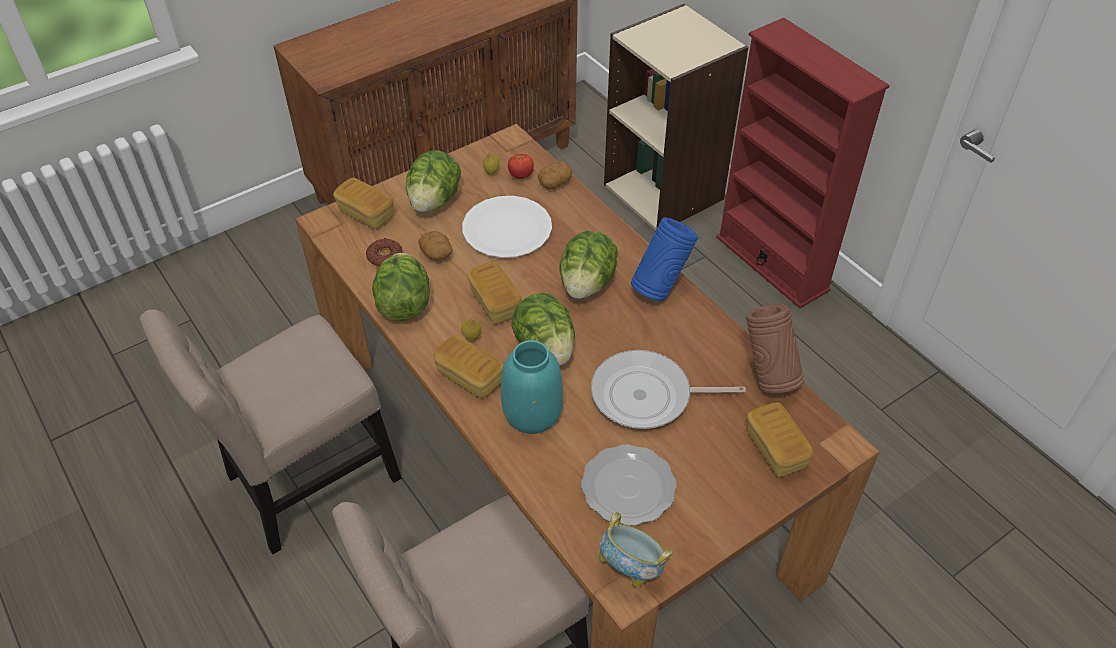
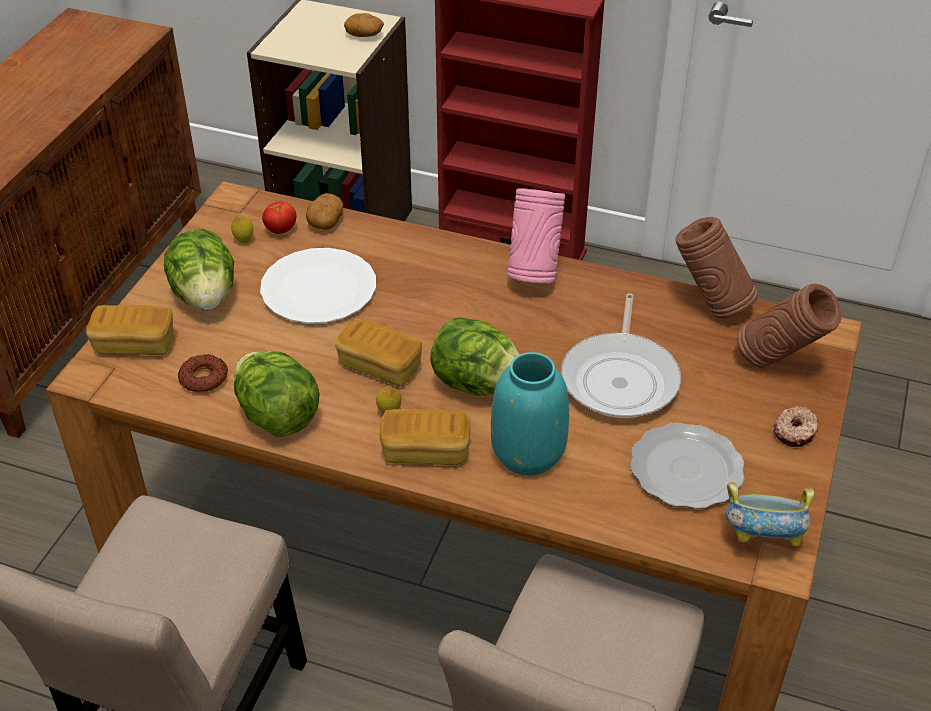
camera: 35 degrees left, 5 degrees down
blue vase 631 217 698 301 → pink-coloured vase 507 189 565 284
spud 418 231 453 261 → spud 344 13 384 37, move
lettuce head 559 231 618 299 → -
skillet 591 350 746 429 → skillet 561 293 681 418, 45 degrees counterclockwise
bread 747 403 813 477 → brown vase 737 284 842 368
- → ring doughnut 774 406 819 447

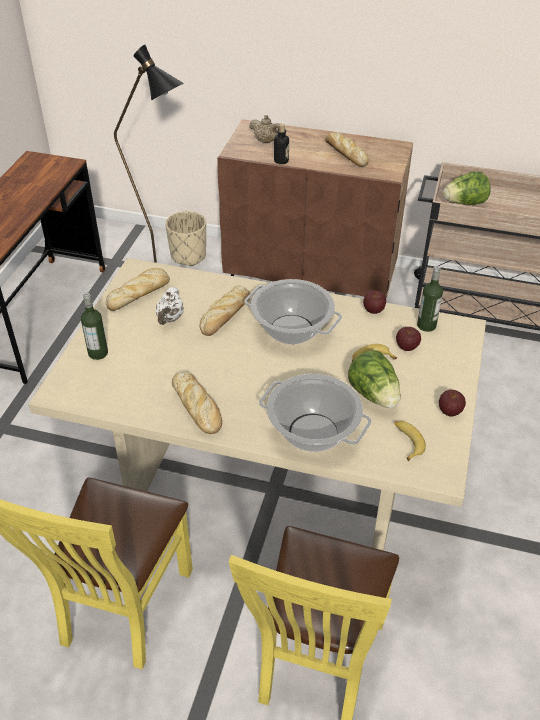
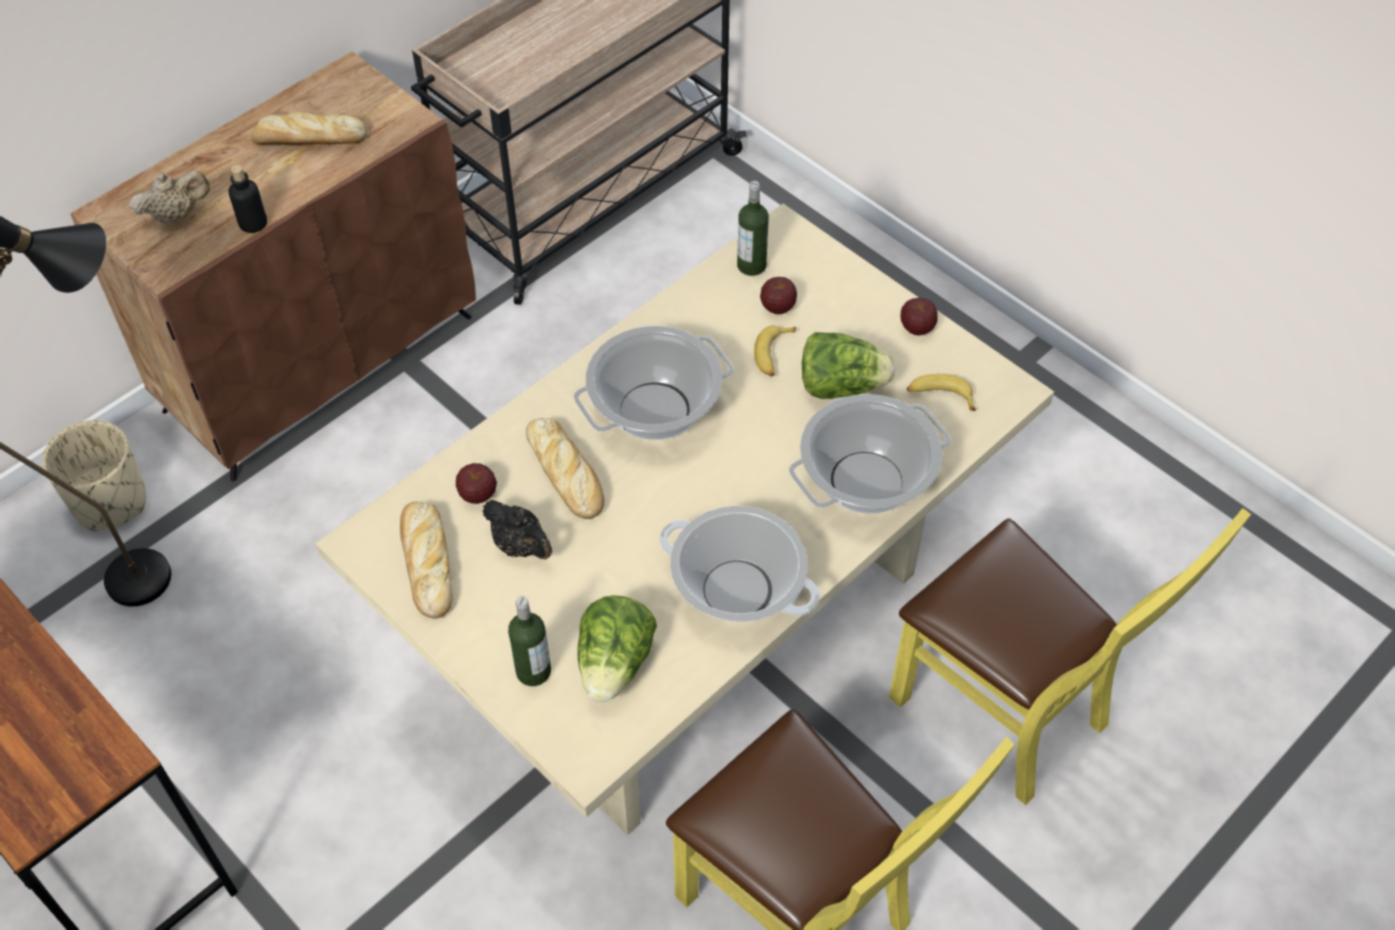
camera: 60 degrees left, 10 degrees up
lettuce head 443 171 491 205 → lettuce head 577 595 657 702, move
white pot for tea 155 287 183 325 → black pot for tea 483 500 552 559
whole apple 363 290 386 314 → whole apple 456 463 497 504, move
bread 172 372 222 434 → saucepot 659 506 820 622

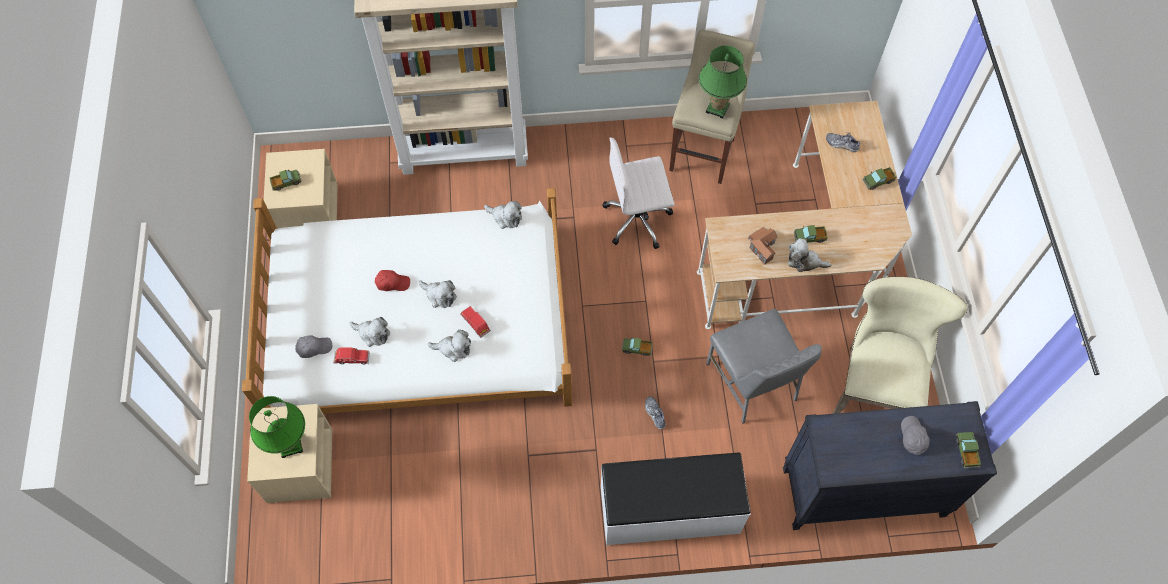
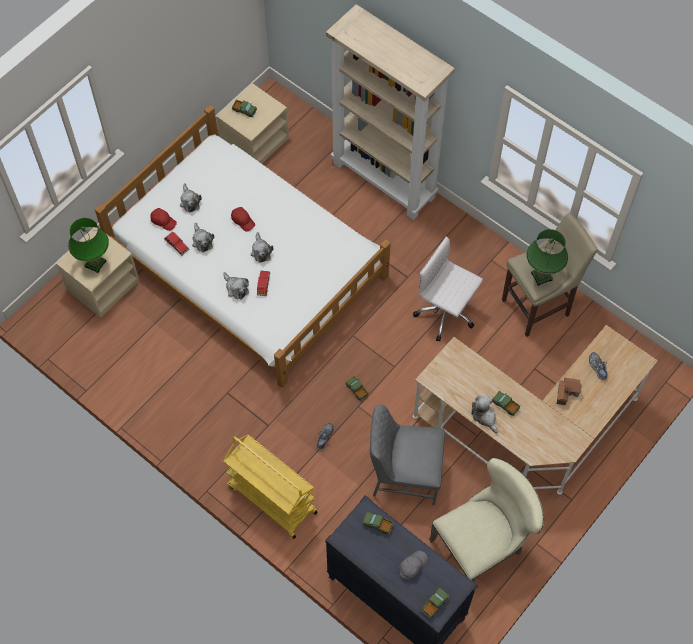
camera: 45 degrees right, 0 degrees up
toy truck 863 167 896 190 → toy truck 362 512 394 535, move
plush toy 484 201 522 229 → plush toy 180 183 202 213, move
model house 748 227 778 265 → model house 557 378 582 405, move
greyish plain chair 706 309 821 423 → greyish plain chair 370 404 445 505, 75 degrees clockwise
greyish baseball cap 295 335 332 358 → red-coloured baseball cap 150 208 177 231
white indoor bench 601 453 751 545 → yellow cart 223 435 318 539

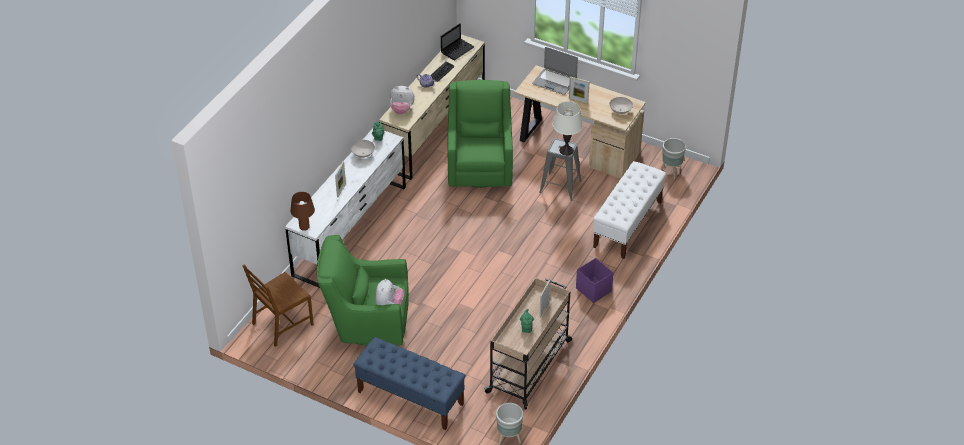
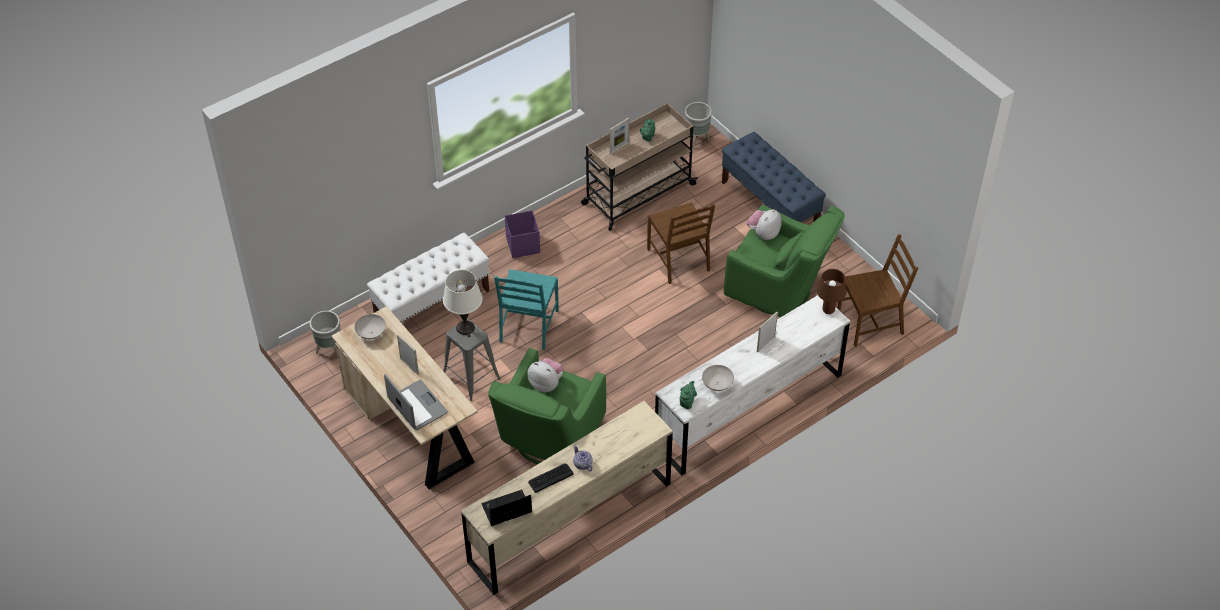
camera: 155 degrees left, 5 degrees up
plush toy 390 86 415 114 → plush toy 527 358 564 392, move
- → brown plain chair 647 202 715 284
- → turquoise-coloured plain chair 494 269 559 350

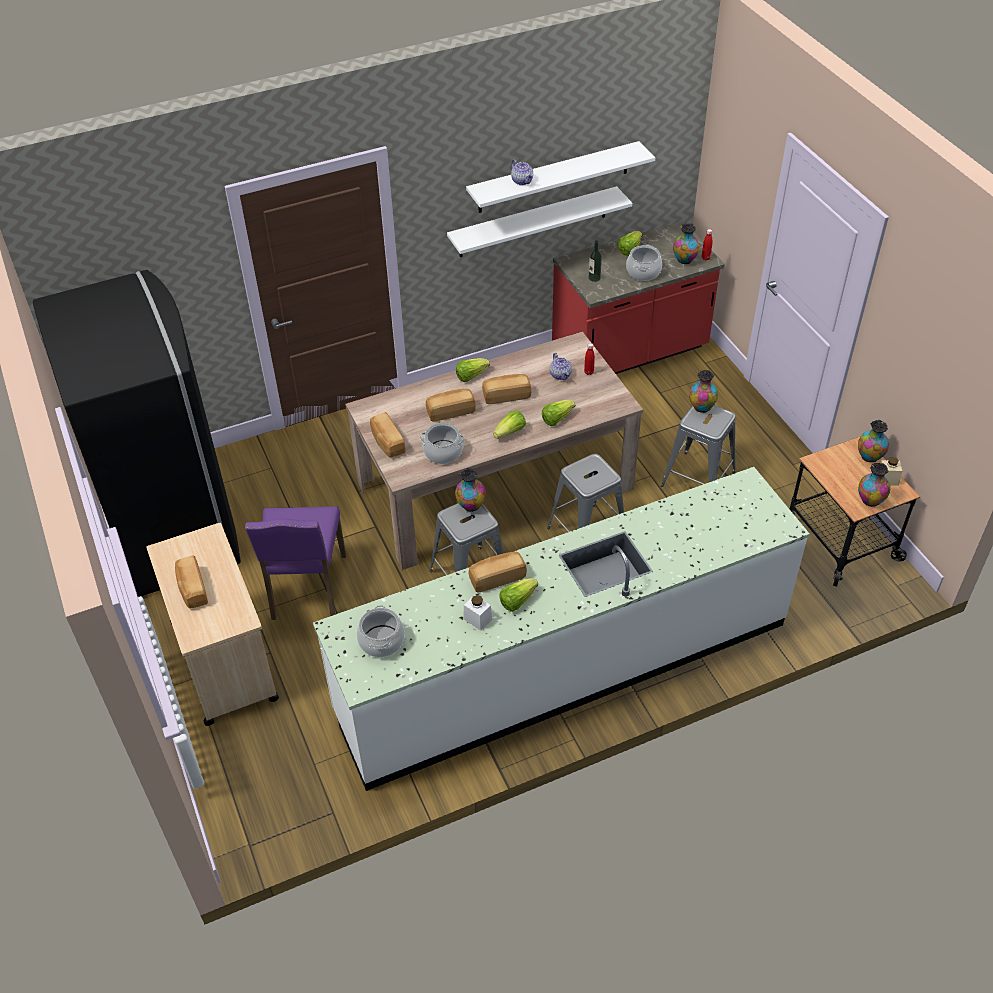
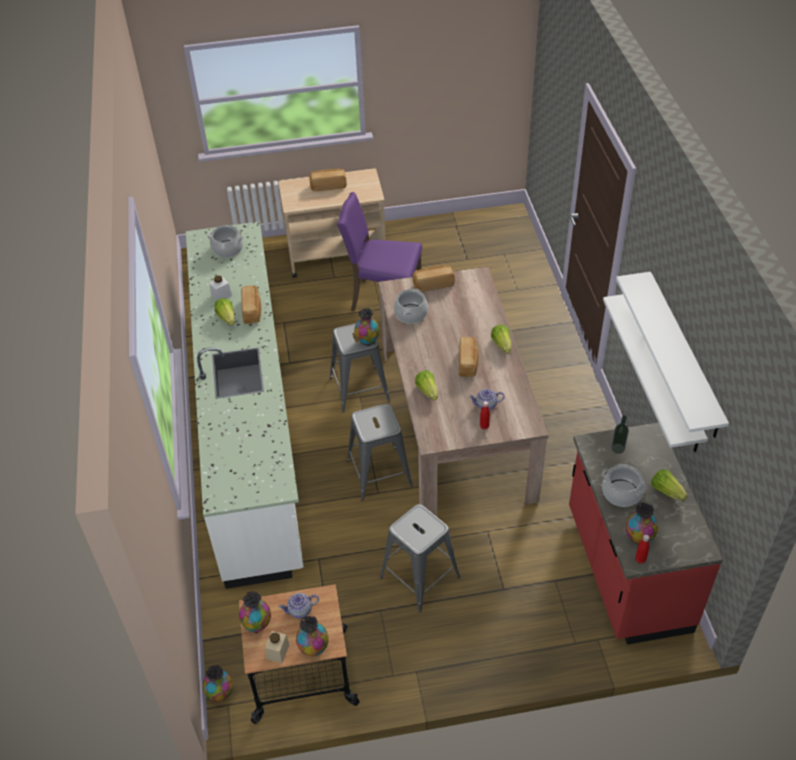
camera: 105 degrees right, 0 degrees up
pot for tea 511 159 533 185 → pot for tea 279 593 319 618, move
black kitchen fridge 33 270 241 597 → -
vase 689 370 718 413 → vase 203 665 233 702, move
bread 426 389 476 422 → -
lettuce head 493 411 526 439 → -

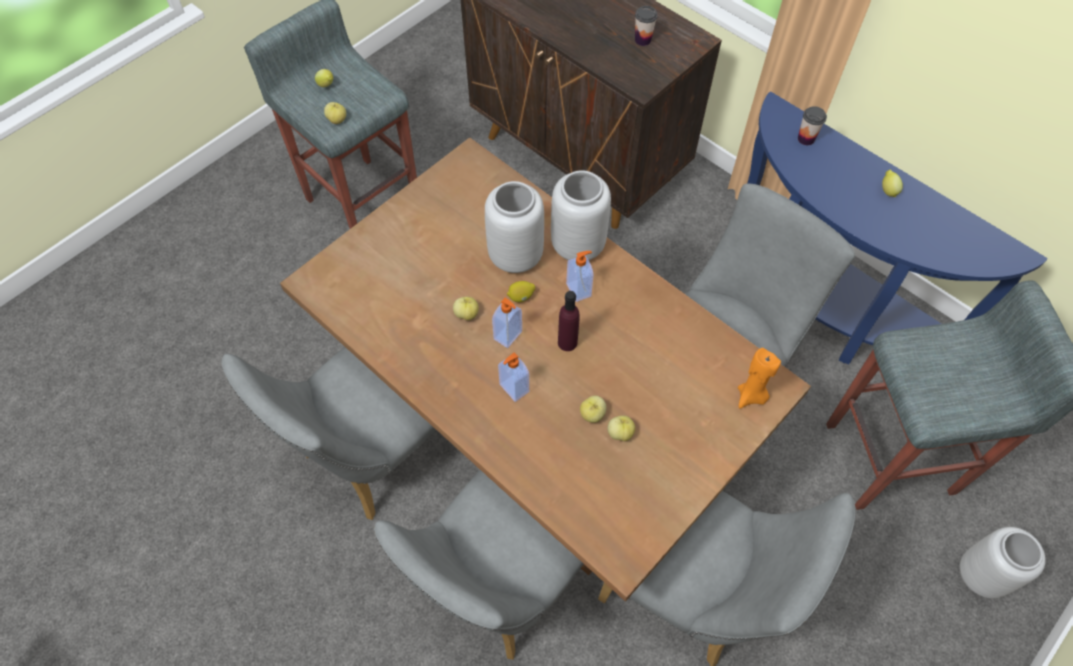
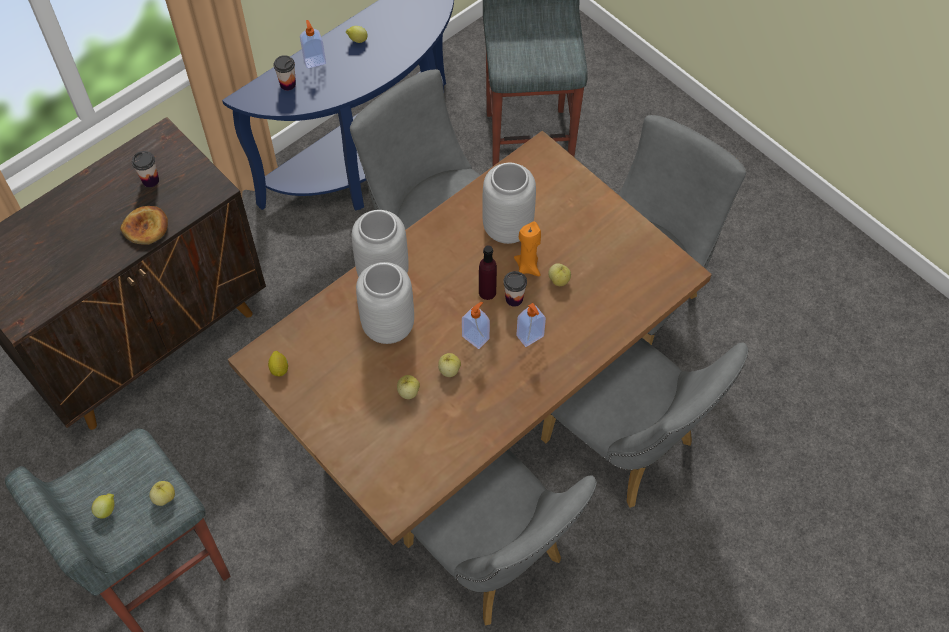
camera: 85 degrees left, 0 degrees up
soap bottle 566 251 594 302 → soap bottle 300 20 326 68, move
citrus fruit 507 281 535 302 → citrus fruit 268 351 288 377, move
orange wax candle 738 348 781 409 → orange wax candle 514 221 541 276, move
whole apple 607 416 635 441 → whole apple 397 375 420 399, move
greyish vase 960 527 1046 598 → greyish vase 482 162 536 244, move
- → bread 120 206 168 245
- → drinking cup 503 271 527 307

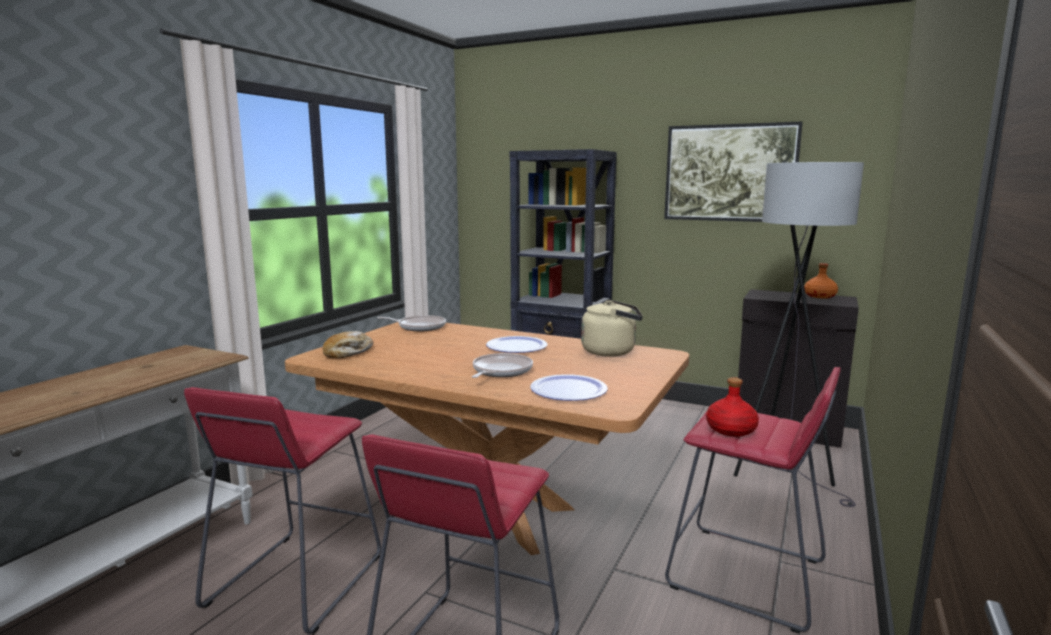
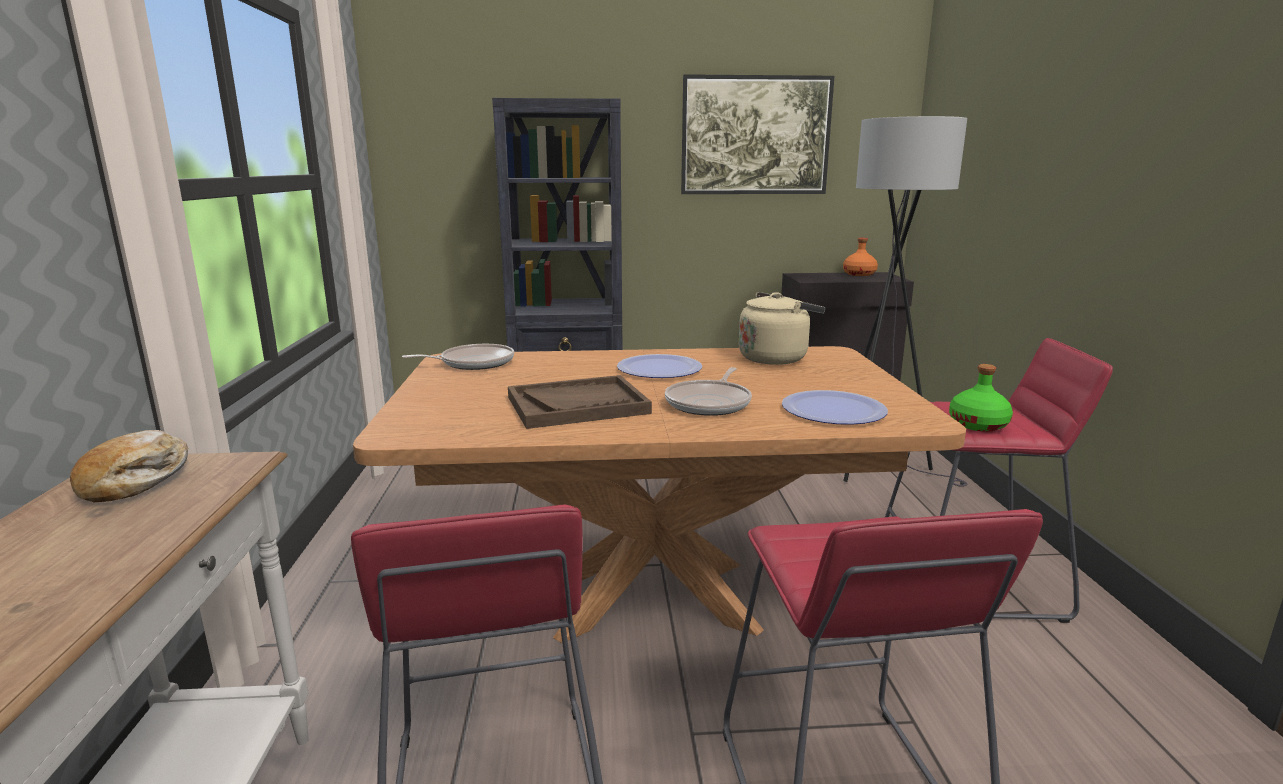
camera: 30 degrees left, 5 degrees up
bread 323 331 373 358 → bread 70 430 188 502, move
skillet 472 353 533 378 → skillet 665 367 752 416, 150 degrees counterclockwise
red-coloured beverage bottle 706 377 759 437 → green beverage bottle 949 364 1013 432
- → brown serving tray 508 375 652 429

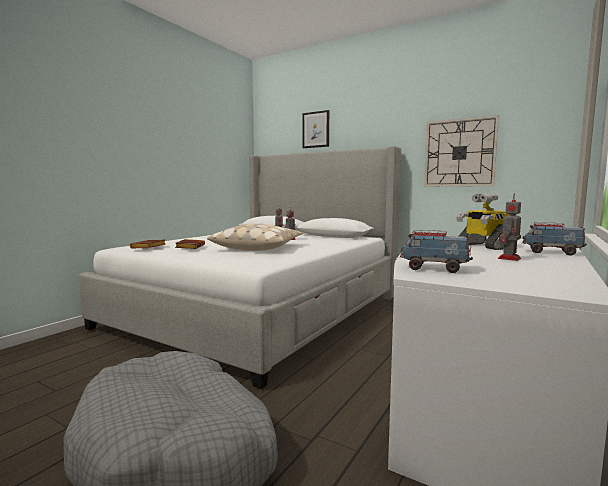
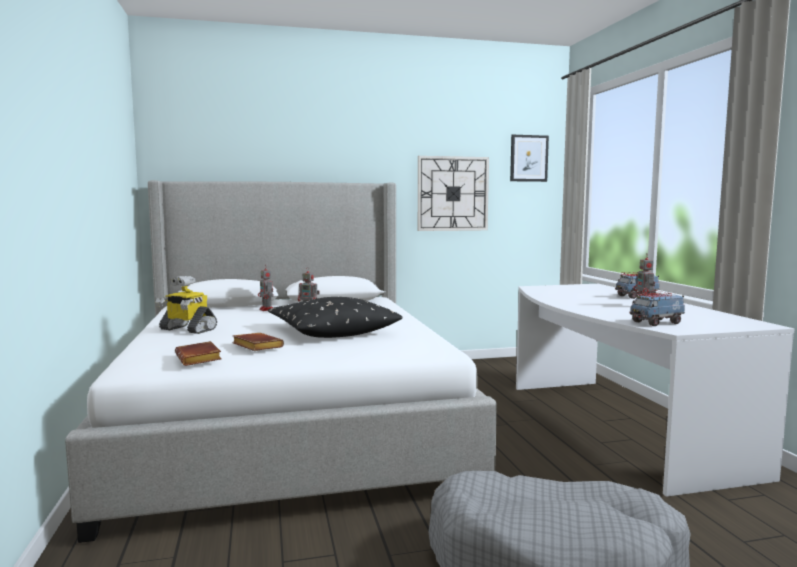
camera: 45 degrees left, 0 degrees up
wall picture 302 110 329 148 → wall picture 510 135 549 182, move
robot figure 456 193 509 250 → robot figure 155 276 217 334, move
beige-coloured throw pillow 207 223 303 251 → black throw pillow 268 297 403 338

